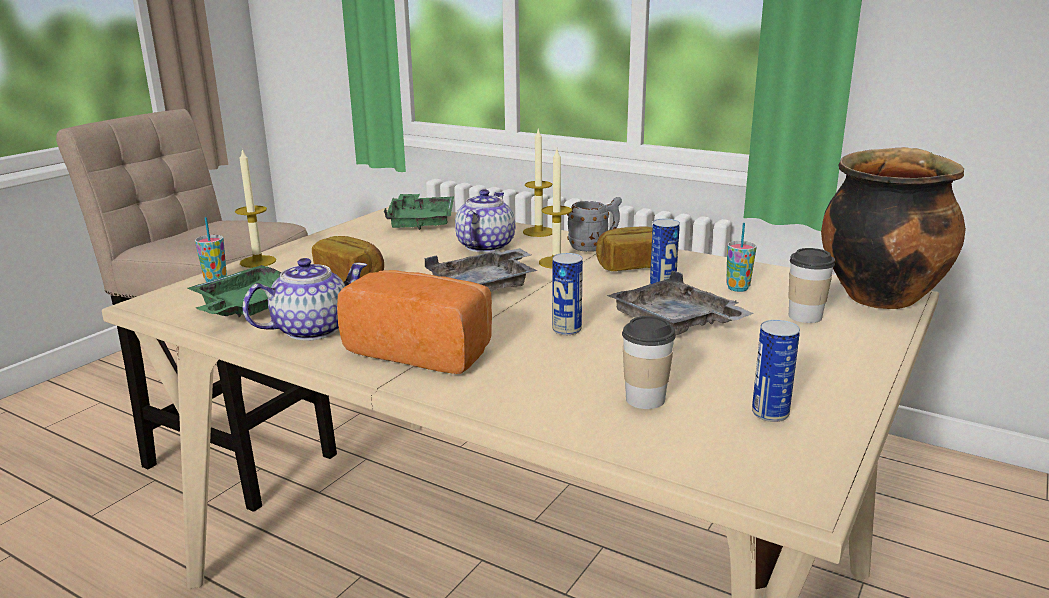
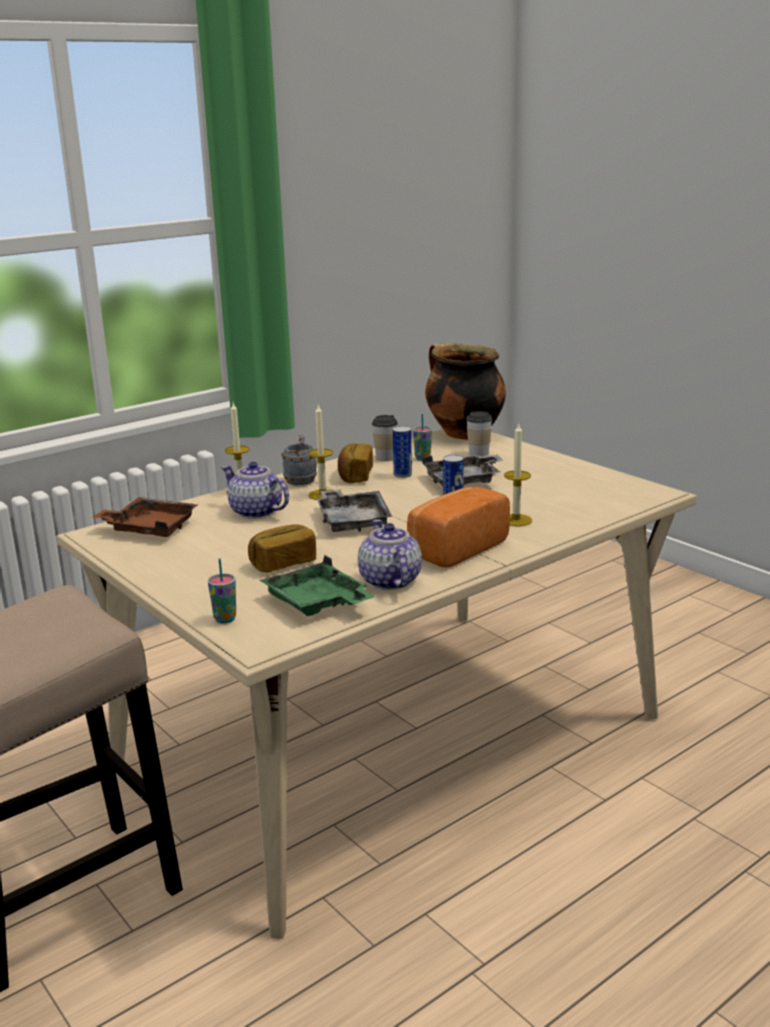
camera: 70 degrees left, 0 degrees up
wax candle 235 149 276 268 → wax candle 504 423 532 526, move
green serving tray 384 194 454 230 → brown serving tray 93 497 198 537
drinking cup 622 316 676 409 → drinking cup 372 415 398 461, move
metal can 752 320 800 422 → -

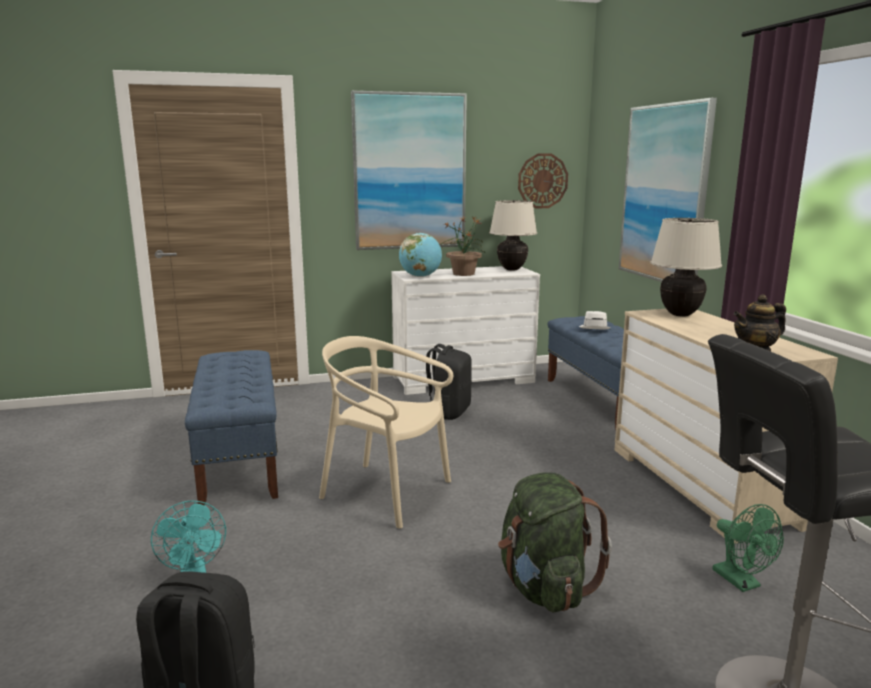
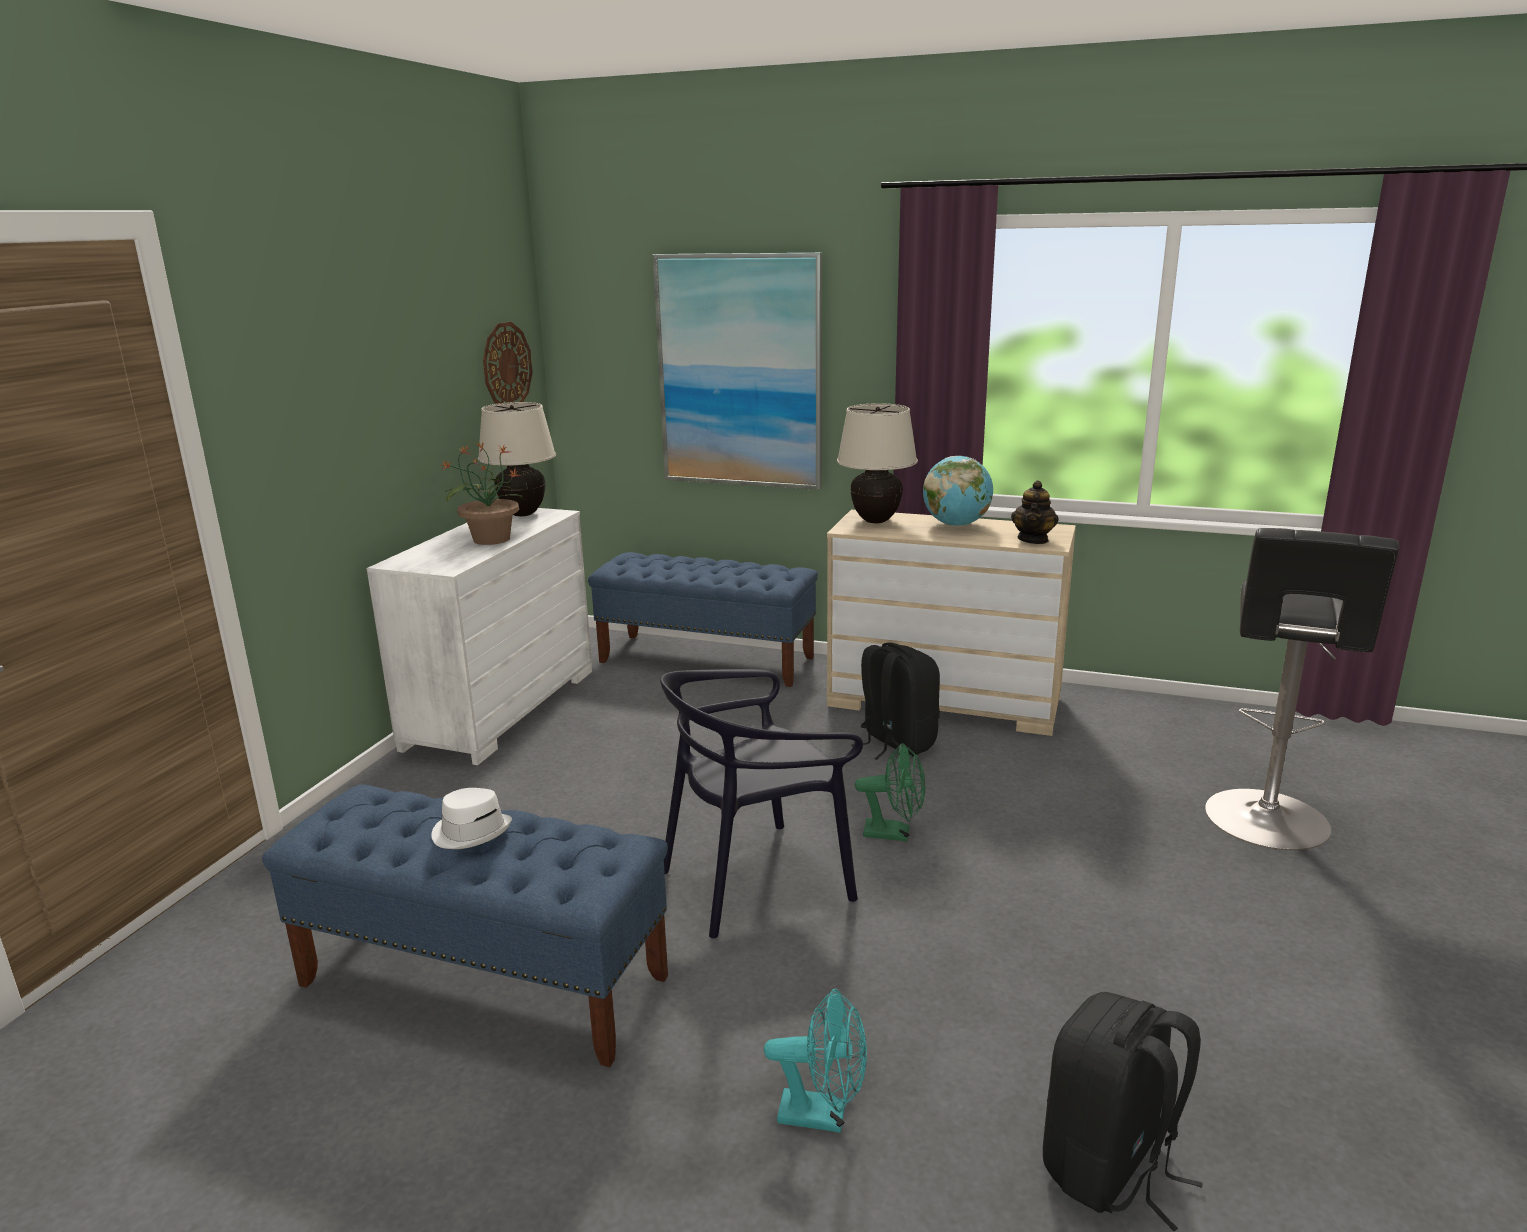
camera: 55 degrees left, 5 degrees up
wall picture 351 91 467 250 → -
globe 399 233 442 277 → globe 923 456 993 526, move
white clothing hat 579 311 611 329 → white clothing hat 432 788 512 849, move
beige-coloured plain chair 319 336 453 529 → black plain chair 660 669 863 938
black backpack 426 344 472 420 → black backpack 852 642 940 760, move
green backpack 498 472 612 613 → -
green cooling fan 713 504 784 592 → green cooling fan 855 743 926 841, move

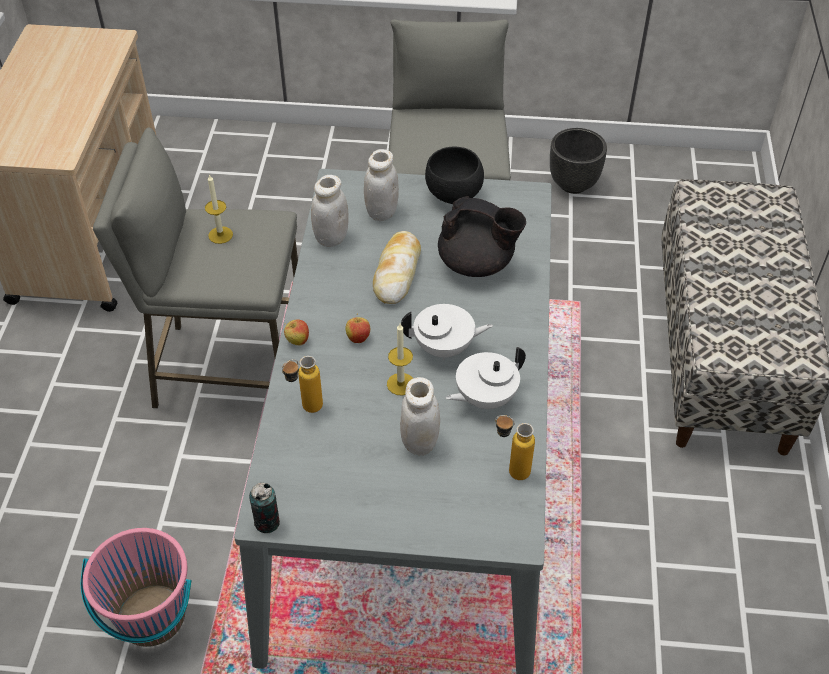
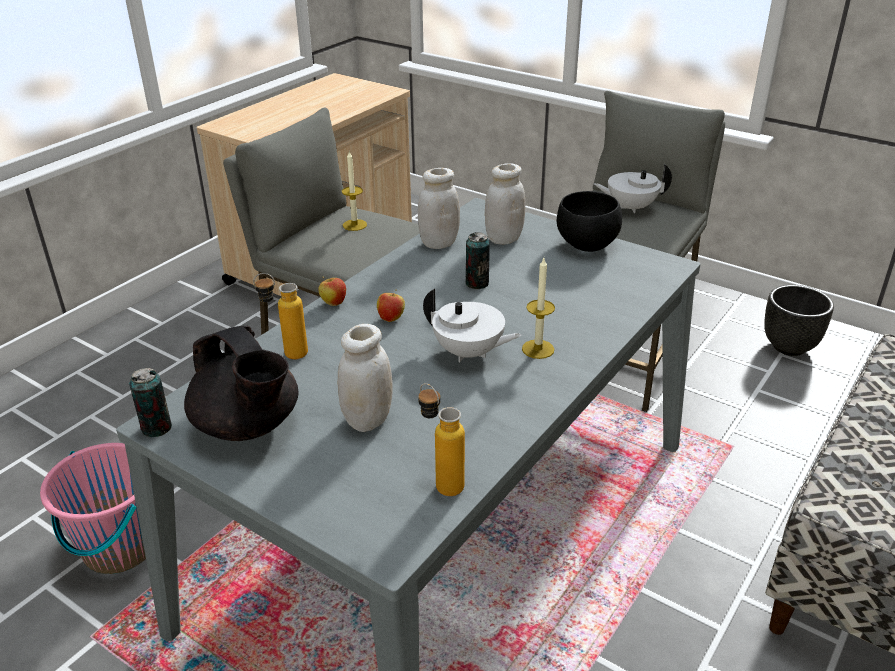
camera: 30 degrees right, 15 degrees down
black pot for tea 438 196 526 277 → black pot for tea 184 326 298 441, move
bread 373 231 421 304 → metal can 466 232 490 289
wax candle 387 324 413 396 → wax candle 522 258 555 359, move
white pot for tea 446 347 526 409 → white pot for tea 594 164 672 213, move

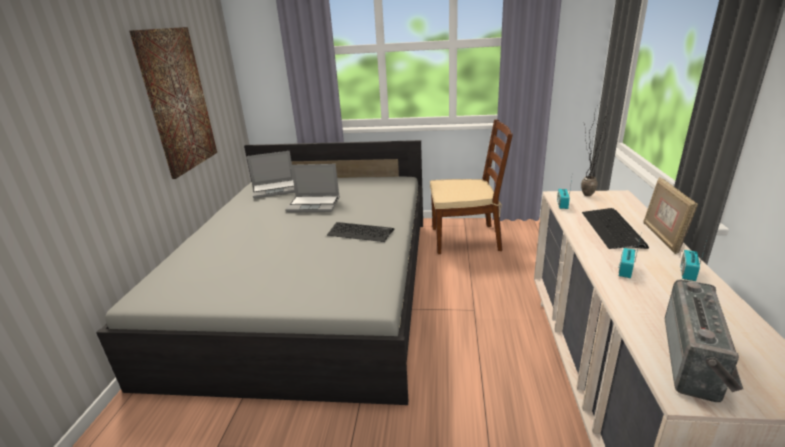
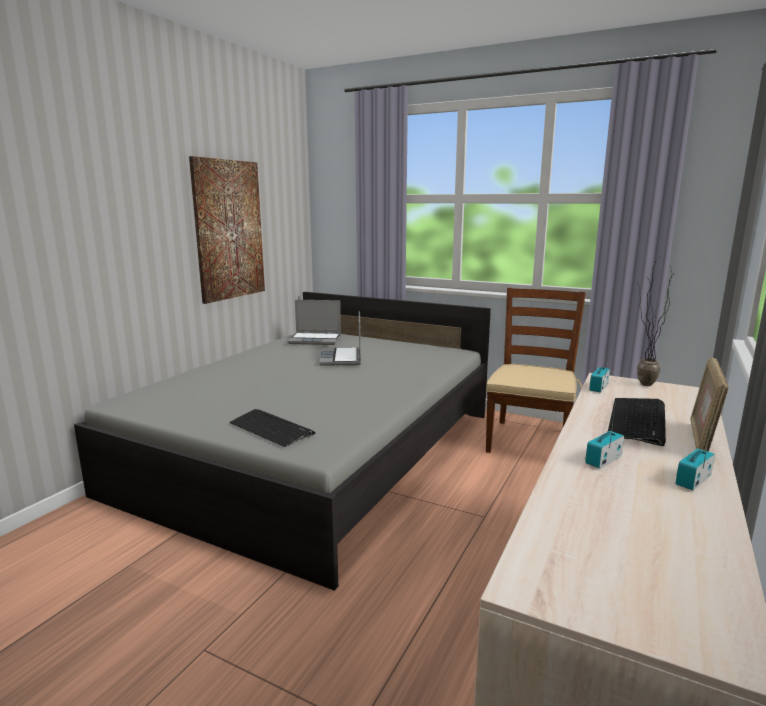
camera: 20 degrees right, 10 degrees down
brown plain chair 430 119 513 254 → brown plain chair 486 288 586 453, 90 degrees counterclockwise
portable computer 285 164 340 212 → portable computer 319 311 361 366, 60 degrees clockwise
PC keyboard 327 222 395 242 → PC keyboard 229 409 315 447, move
radio receiver 664 280 743 402 → -

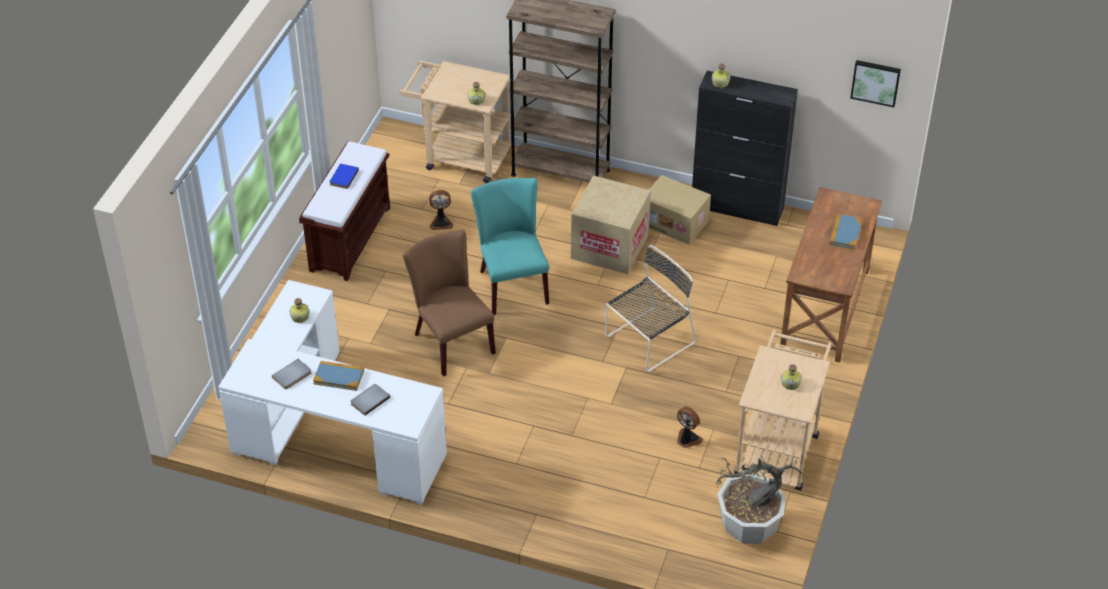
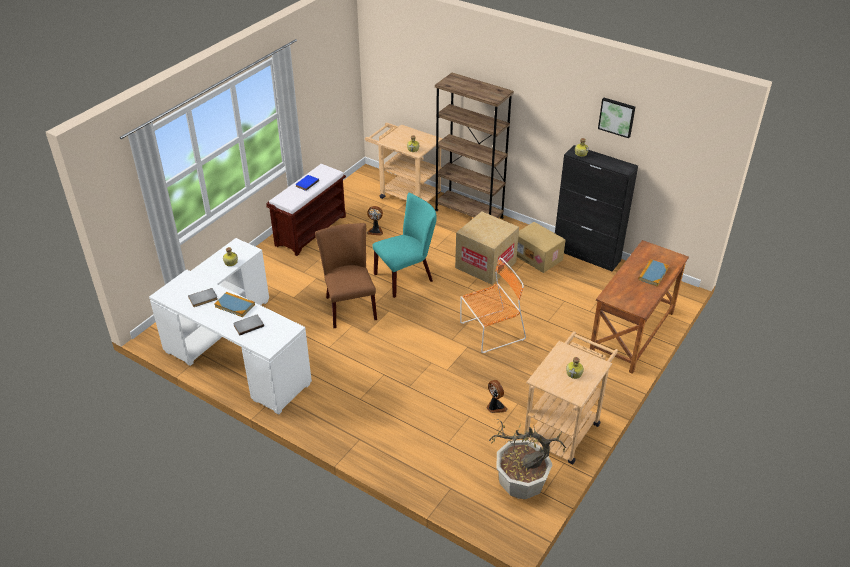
camera: 15 degrees right, 5 degrees down
wall picture 850 60 901 107 → wall picture 598 98 635 138, move
turquoise-coloured plain chair 471 178 549 315 → turquoise-coloured plain chair 373 193 437 298, 60 degrees clockwise
black plain chair 605 245 696 372 → orange plain chair 460 258 526 353

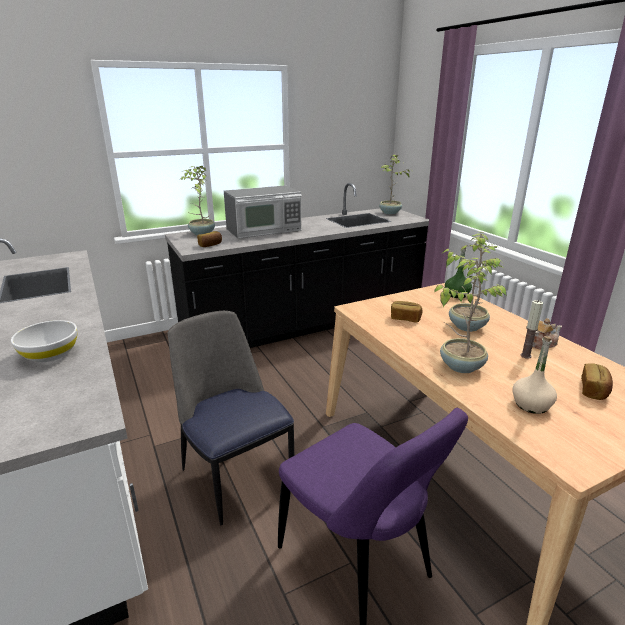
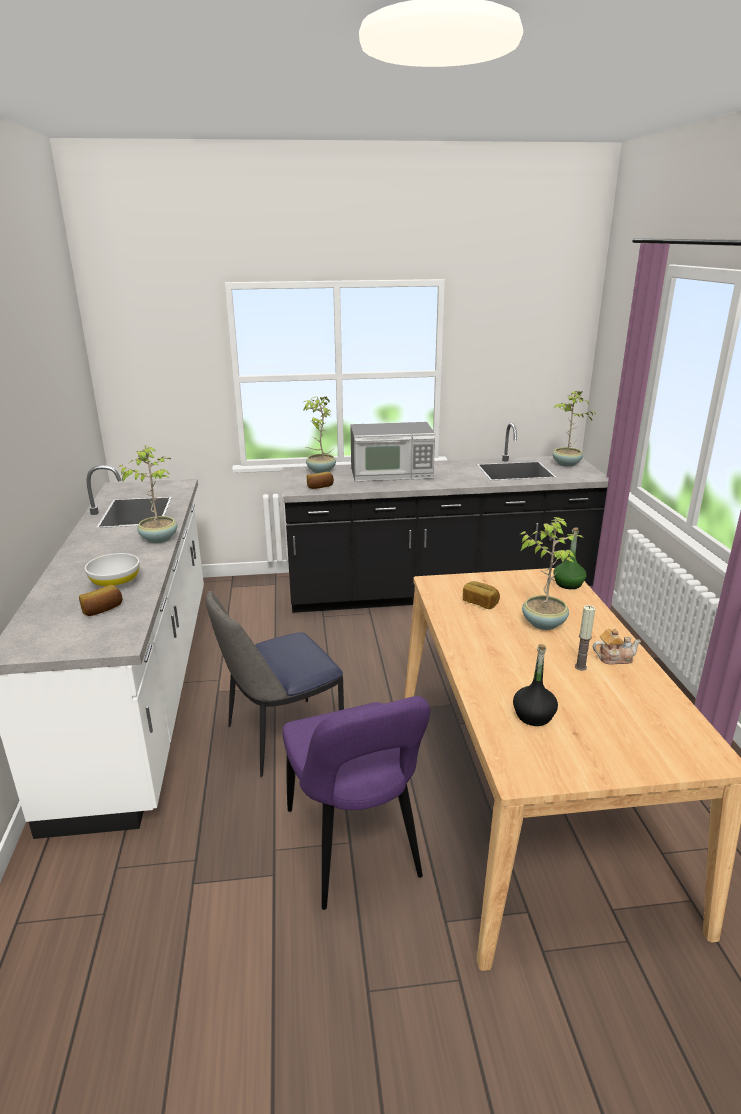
camera: 20 degrees right, 0 degrees up
plant in a pot 434 258 507 373 → plant in a pot 118 445 177 543, move
plain chair 168 311 294 525 → plain chair 206 591 344 777, 105 degrees counterclockwise
beige-coloured beverage bottle 512 336 557 414 → black beverage bottle 513 644 558 726
bread 581 363 613 400 → bread 79 585 123 616, move

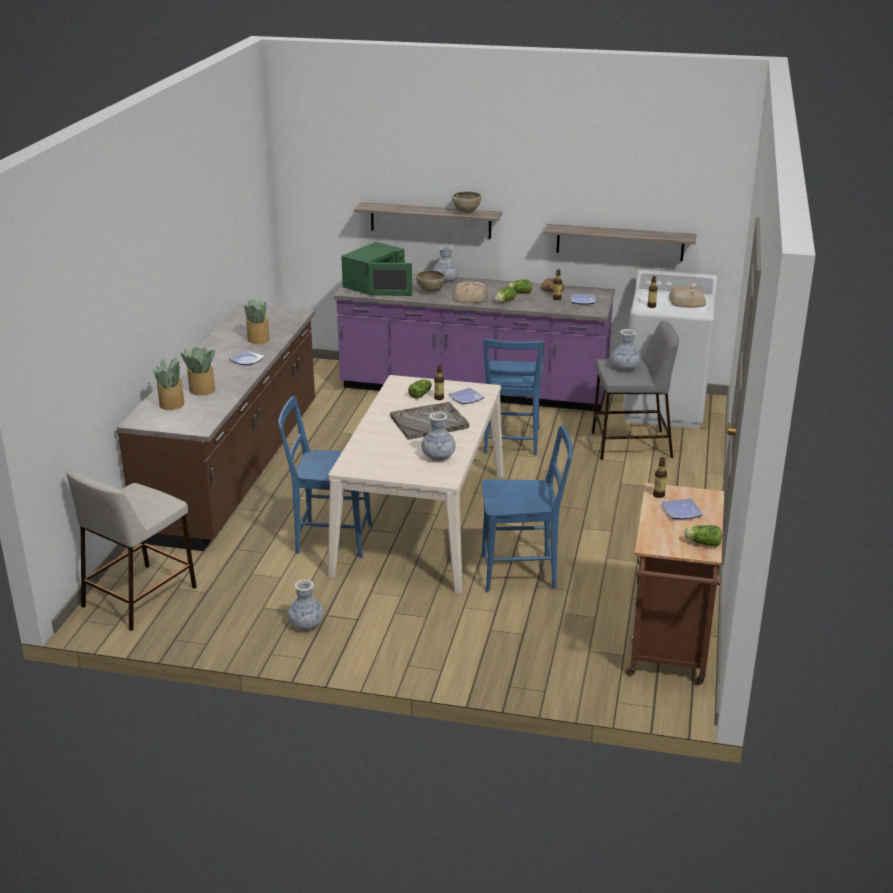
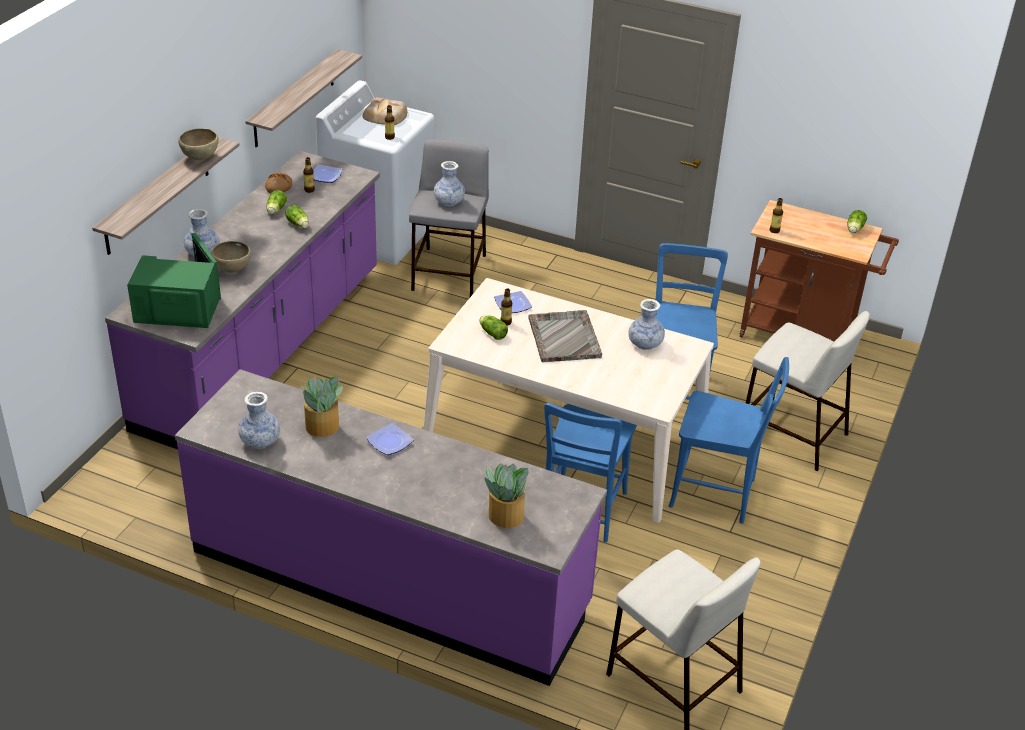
camera: 80 degrees left, 10 degrees up
green kitchen microwave 341 242 412 296 → green kitchen microwave 127 233 221 328, 45 degrees counterclockwise
bread 454 282 488 303 → -
brown kitchen counter 117 304 315 551 → purple kitchen counter 175 369 607 686
blue plain chair 483 339 543 456 → blue plain chair 669 357 789 524, move
plant in a pot 181 347 215 396 → -
plate 662 499 703 519 → -
vase 288 579 324 630 → vase 238 392 280 449, move
- → beige-coloured stool seat 746 311 870 471

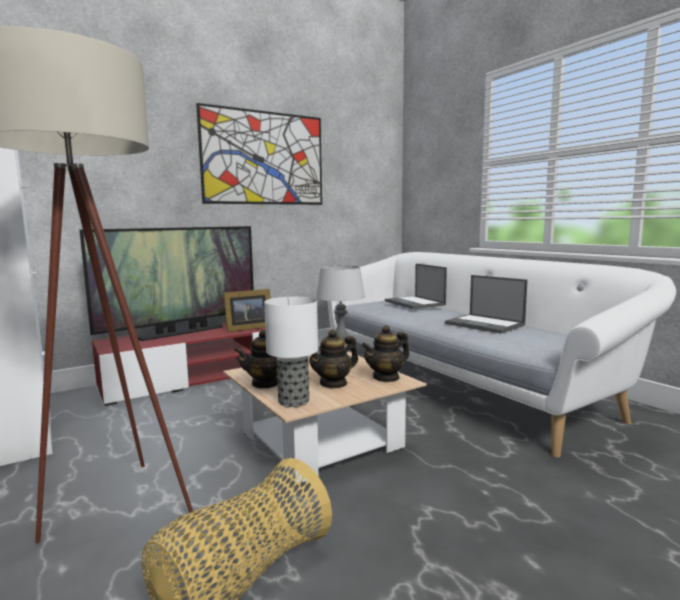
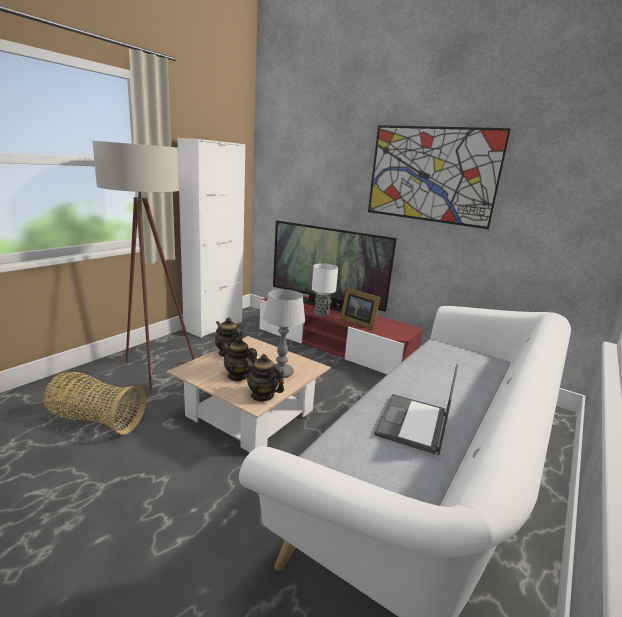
camera: 65 degrees right, 10 degrees up
portable computer 385 264 447 309 → -
lamp for a table 264 297 318 407 → lamp for a table 312 263 338 316, move

